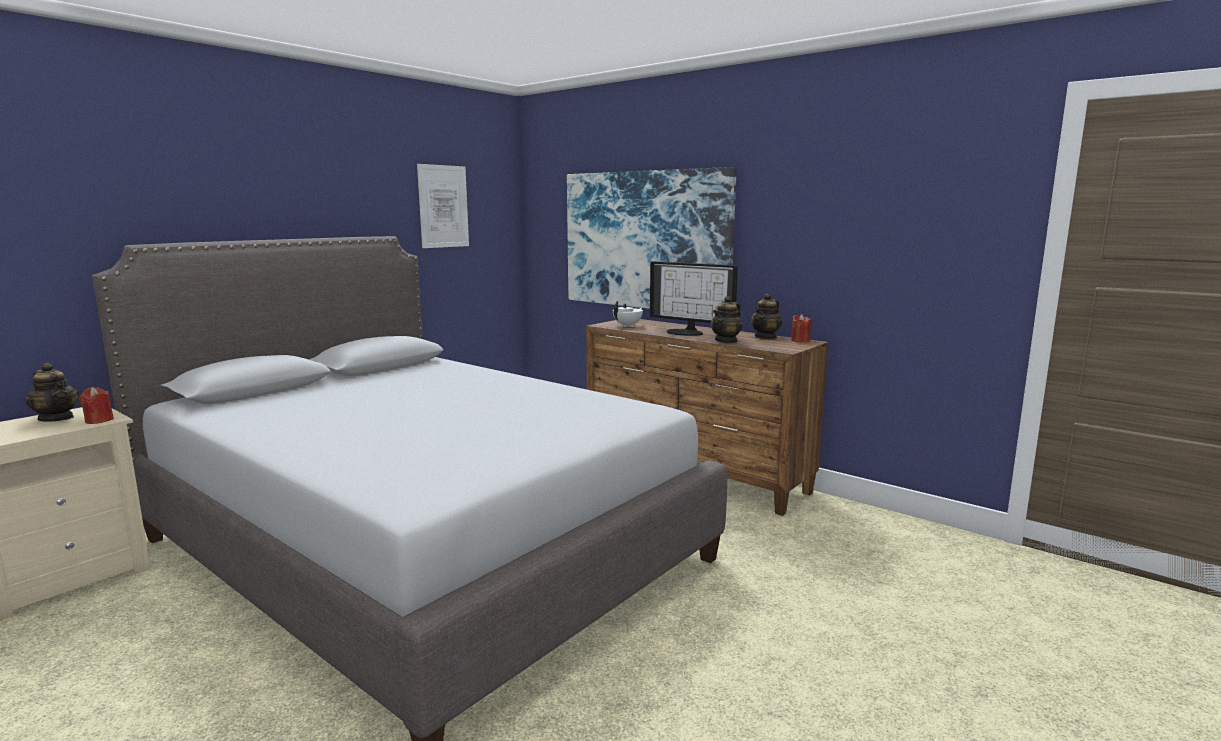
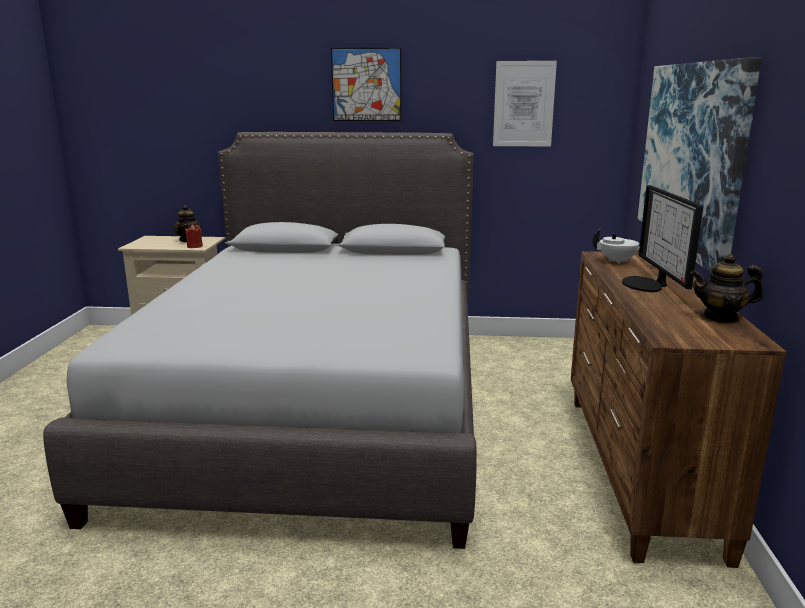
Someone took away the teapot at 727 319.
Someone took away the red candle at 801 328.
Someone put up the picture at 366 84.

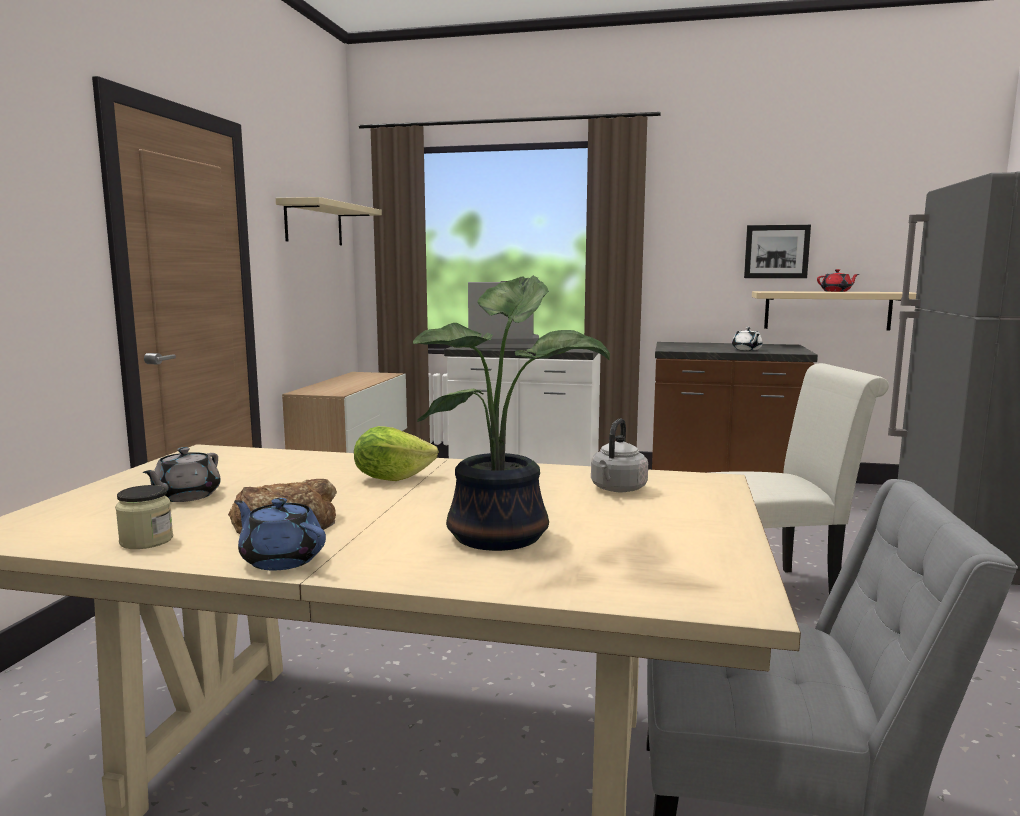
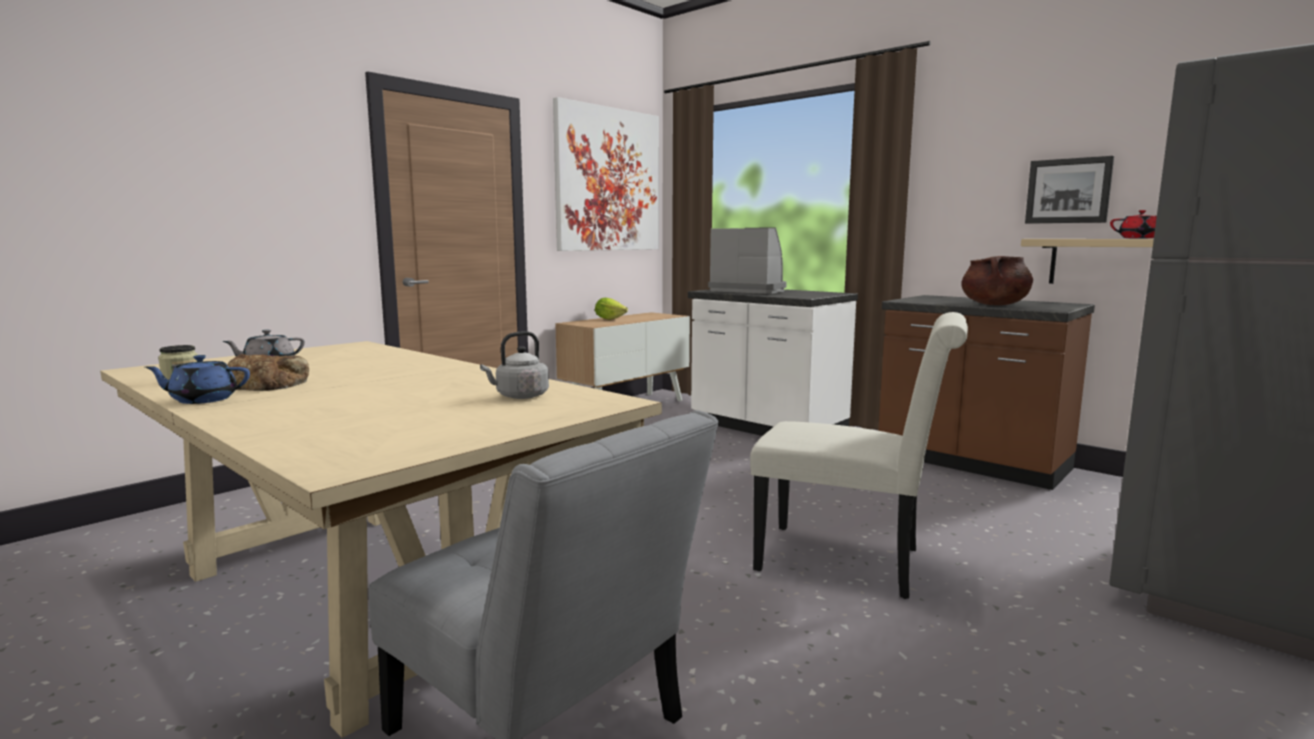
Someone swapped the beige shelf at 329 221 for the picture at 606 174.
Someone took away the potted plant at 511 413.
Someone swapped the white teapot at 747 338 for the brown cooking pot at 997 280.
Someone carried the lettuce from 396 453 to 611 309.
Someone rotated the blue teapot at 280 534 by 75 degrees counterclockwise.

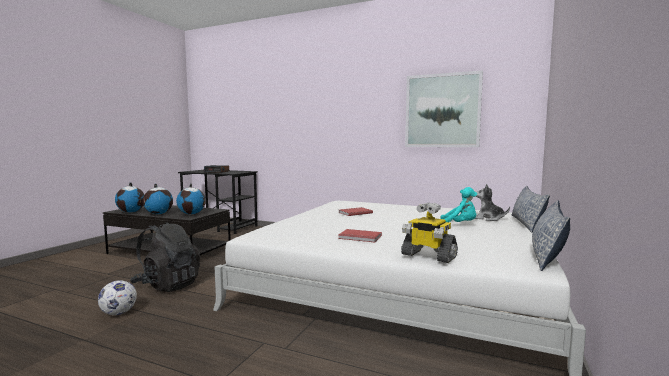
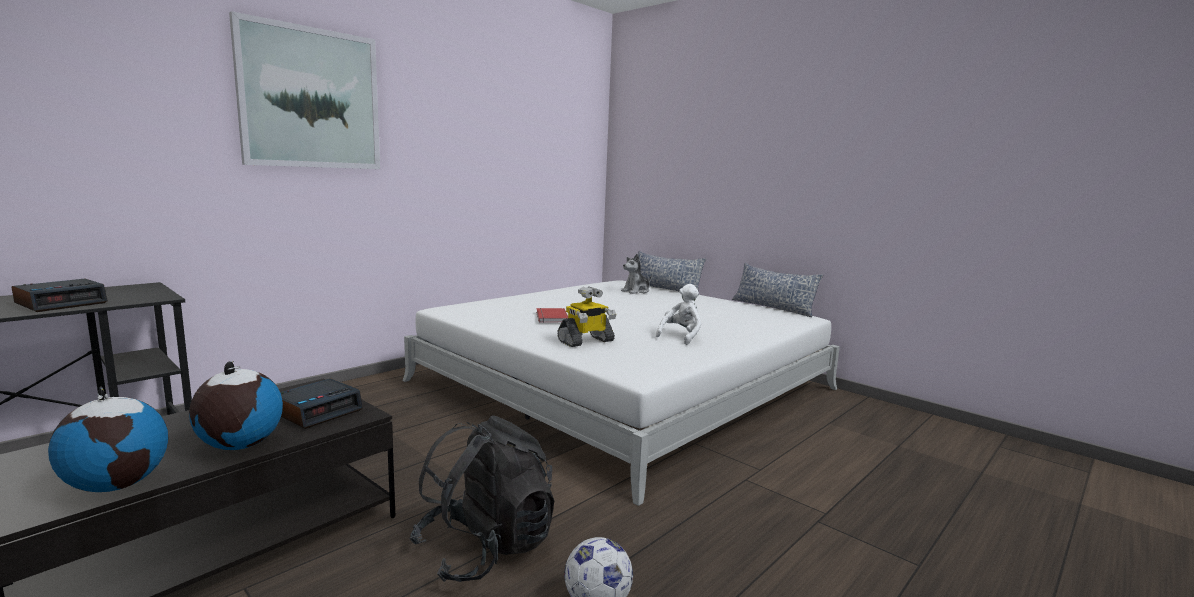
Someone carried the picture from 444 108 to 304 90.
Someone swapped the globe at 191 198 for the alarm clock at 321 403.
Someone took away the turquoise plush toy at 458 204.
Someone carried the toy robot from 429 232 to 586 316.
Someone swapped the red book at 360 235 for the white plush toy at 679 314.

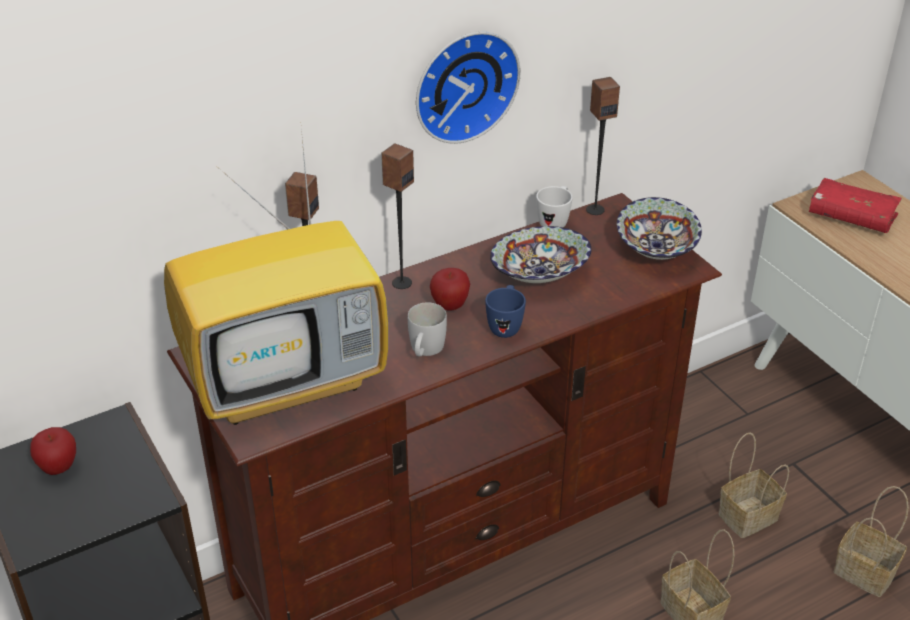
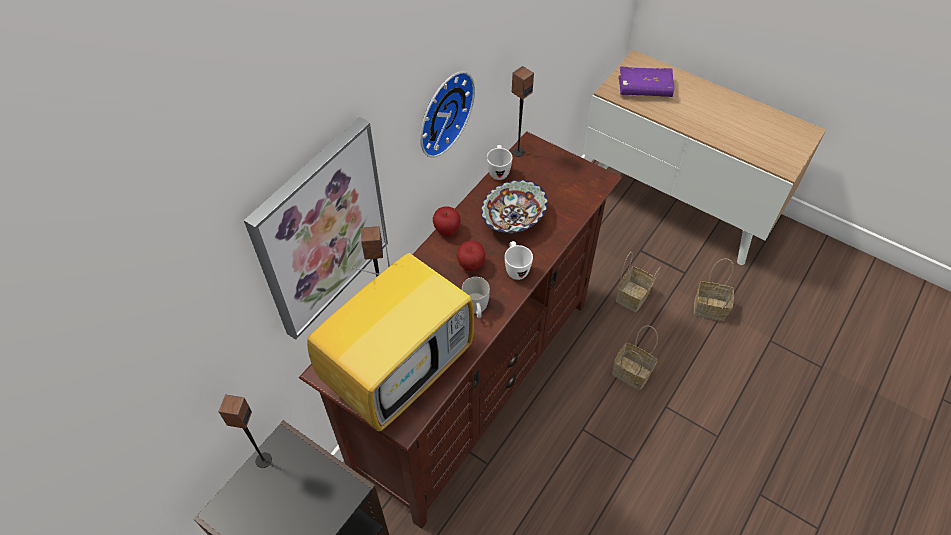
Someone carried the speaker from 397 216 to 245 431.
Someone repainted the red book at 855 205, which became the purple book at 646 81.
Someone took away the bowl at 659 228.
Someone repainted the blue mug at 505 311, which became the white mug at 518 260.
Someone carried the apple from 53 451 to 447 221.
Someone put up the picture at 316 228.

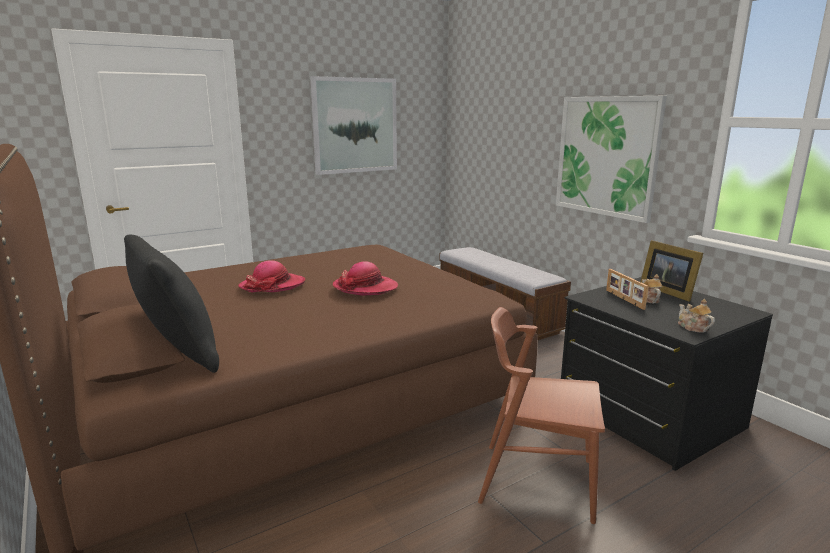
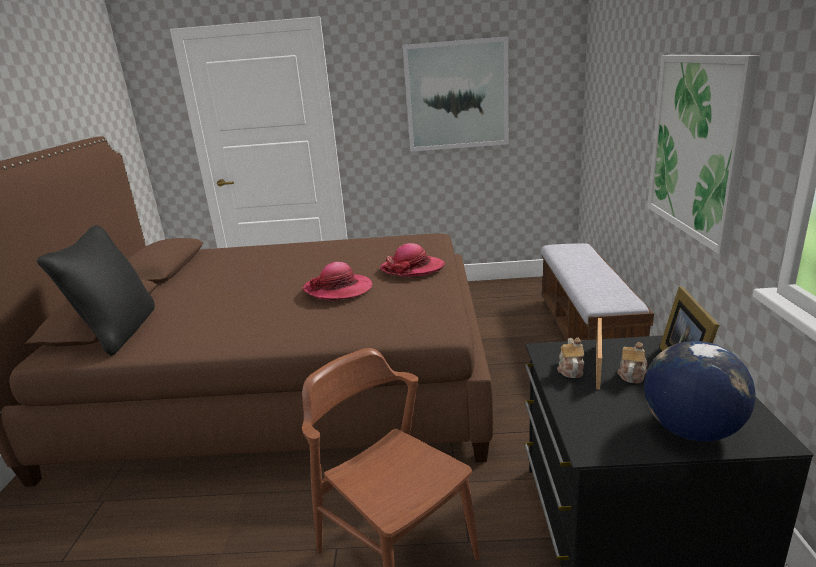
Someone carried the hat from 272 276 to 412 260.
Someone carried the teapot from 696 316 to 570 358.
Someone put down the globe at 700 391.

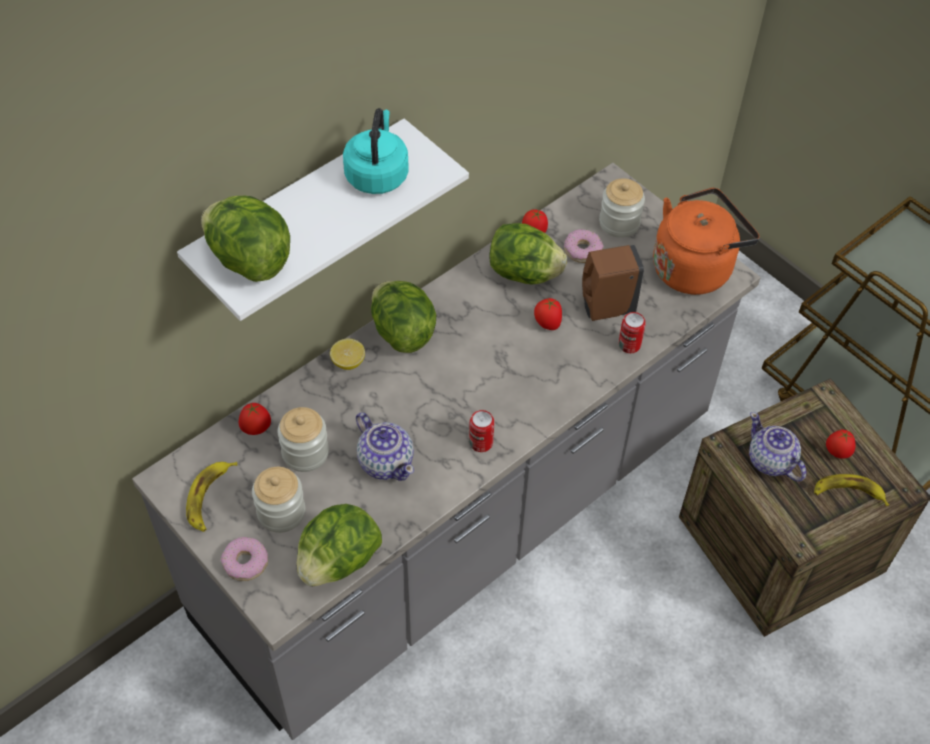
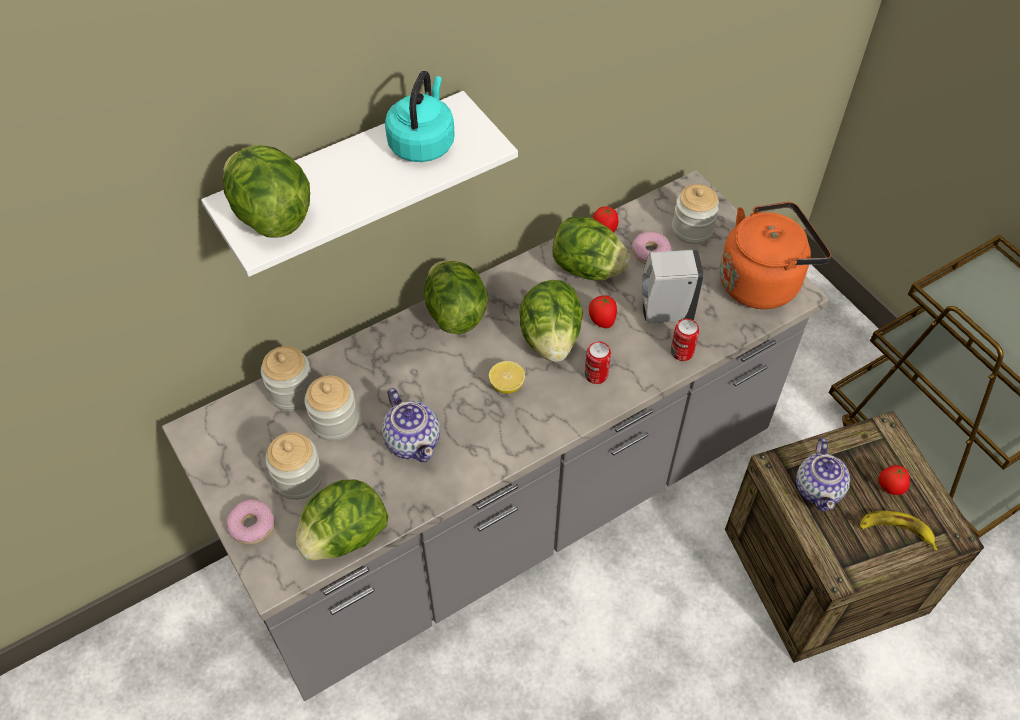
Someone repainted the brown soap dispenser at 613 283, which became the white soap dispenser at 672 287.
Someone carried the lemon from 347 354 to 507 377.
Someone swapped the tomato at 255 419 for the jar at 287 378.
Someone carried the can from 481 431 to 598 362.
Someone rotated the teapot at 778 447 by 150 degrees counterclockwise.
Someone took away the banana at 212 497.
Someone put down the lettuce at 551 321.

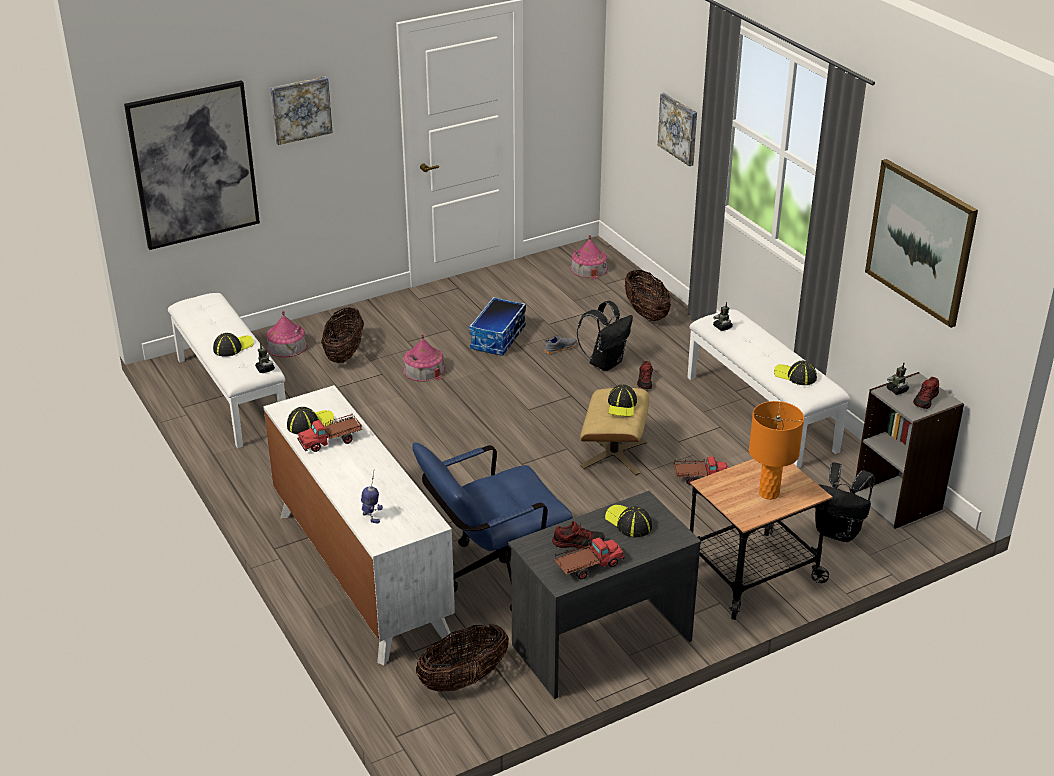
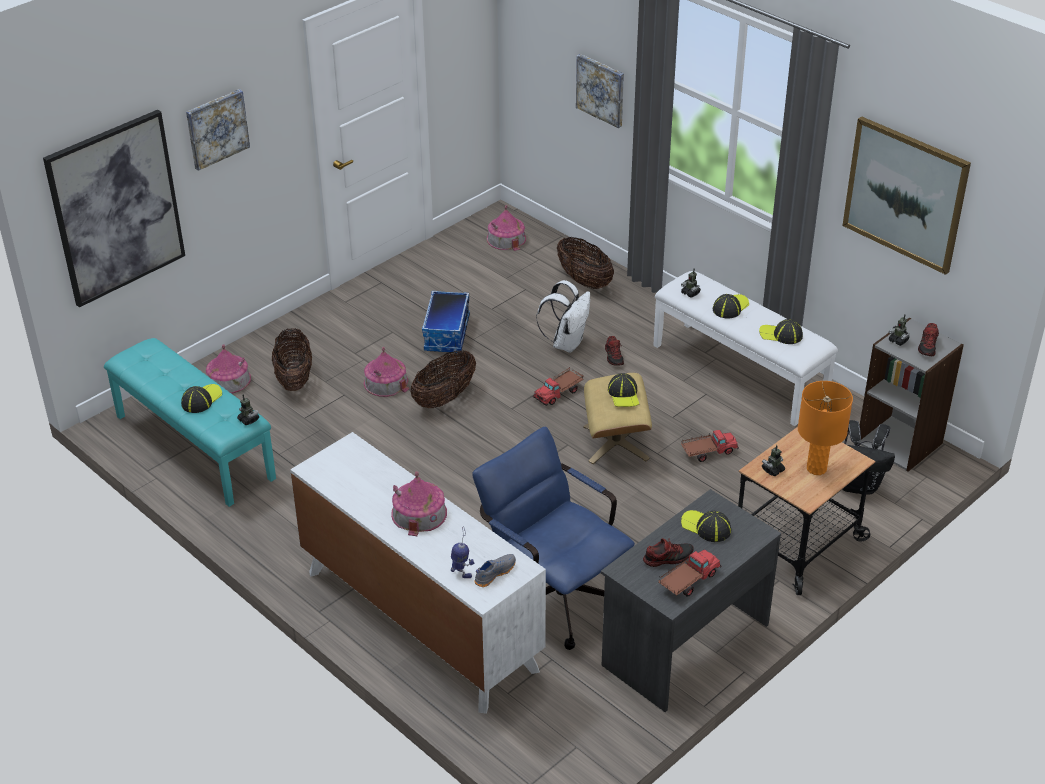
Someone repainted the white bench at 227 370, which became the turquoise bench at 190 422.
Someone repainted the black backpack at 605 336, which became the white backpack at 563 316.
Someone carried the grey shoe from 560 345 to 495 570.
Someone carried the cap from 310 420 to 731 306.
Someone carried the toy truck from 329 433 to 558 387.
Someone rotated the blue office chair at 492 526 by 90 degrees clockwise.
Someone carried the basket from 462 658 to 443 379.
Someone put down the toy robot at 773 460.
Someone put down the toy house at 419 503.

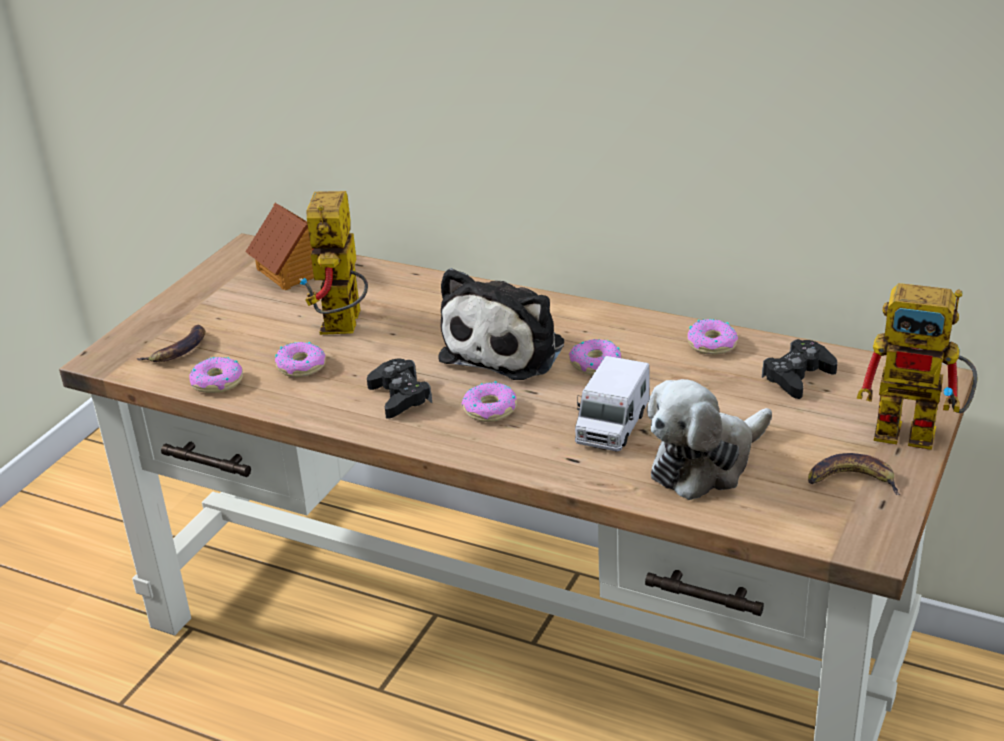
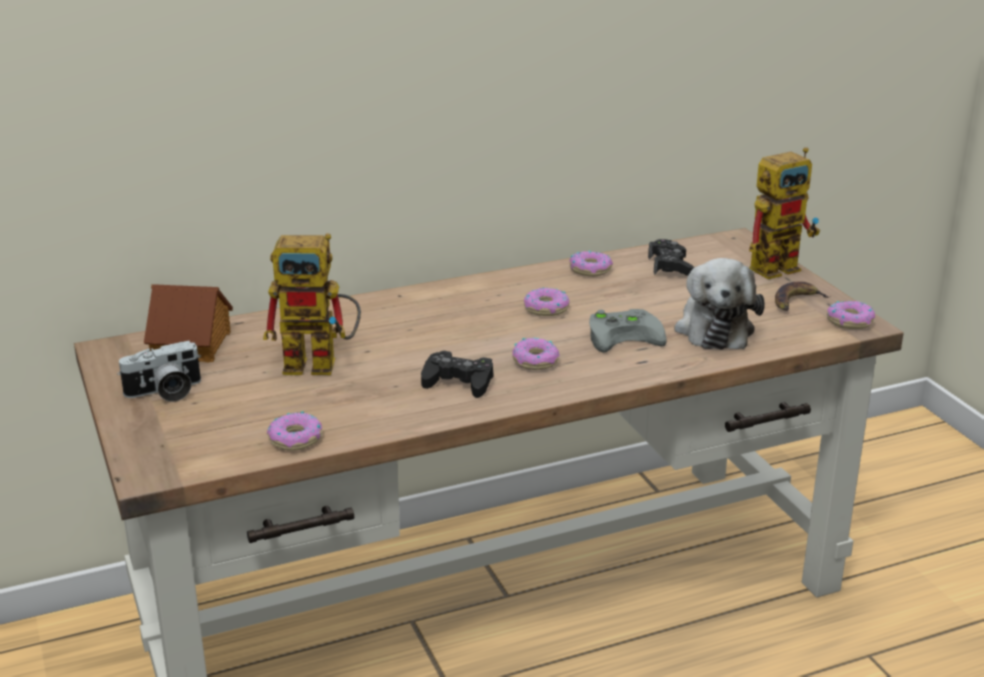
Someone rotated the toy robot at 333 263 by 45 degrees counterclockwise.
Someone took away the plush toy at 501 324.
Someone took away the banana at 171 343.
Someone carried the donut from 300 359 to 851 315.
Someone swapped the toy truck at 612 404 for the grey game controller at 628 331.
Someone put down the photo camera at 159 371.

